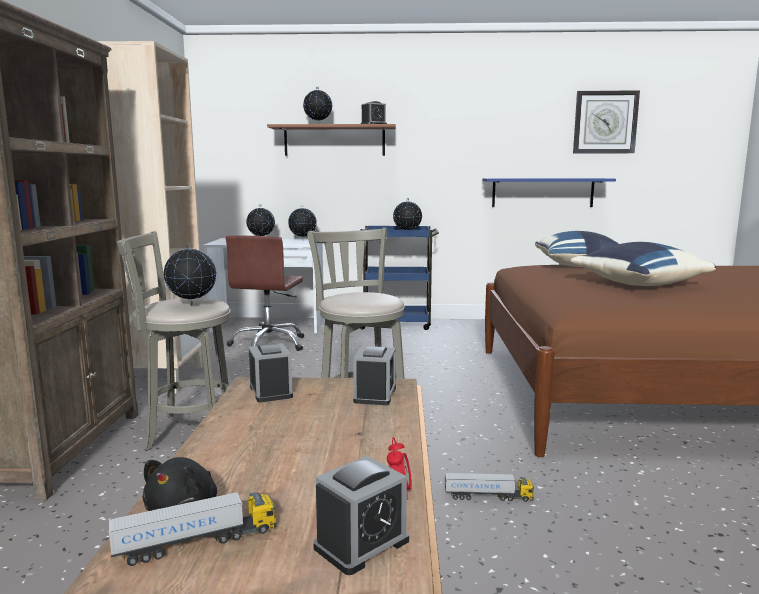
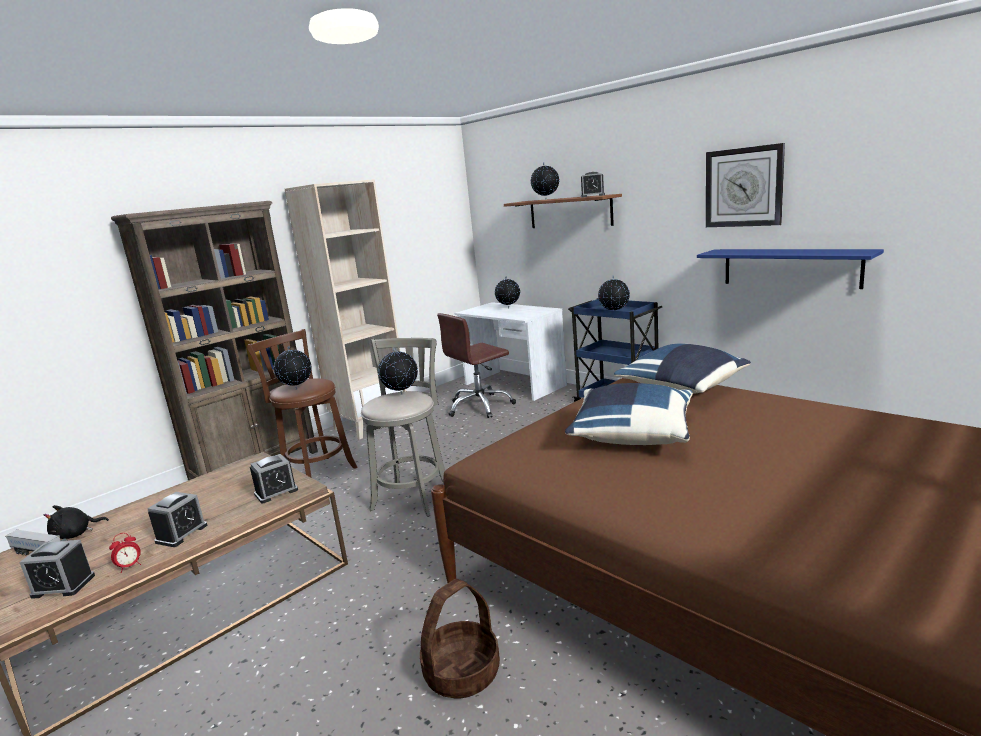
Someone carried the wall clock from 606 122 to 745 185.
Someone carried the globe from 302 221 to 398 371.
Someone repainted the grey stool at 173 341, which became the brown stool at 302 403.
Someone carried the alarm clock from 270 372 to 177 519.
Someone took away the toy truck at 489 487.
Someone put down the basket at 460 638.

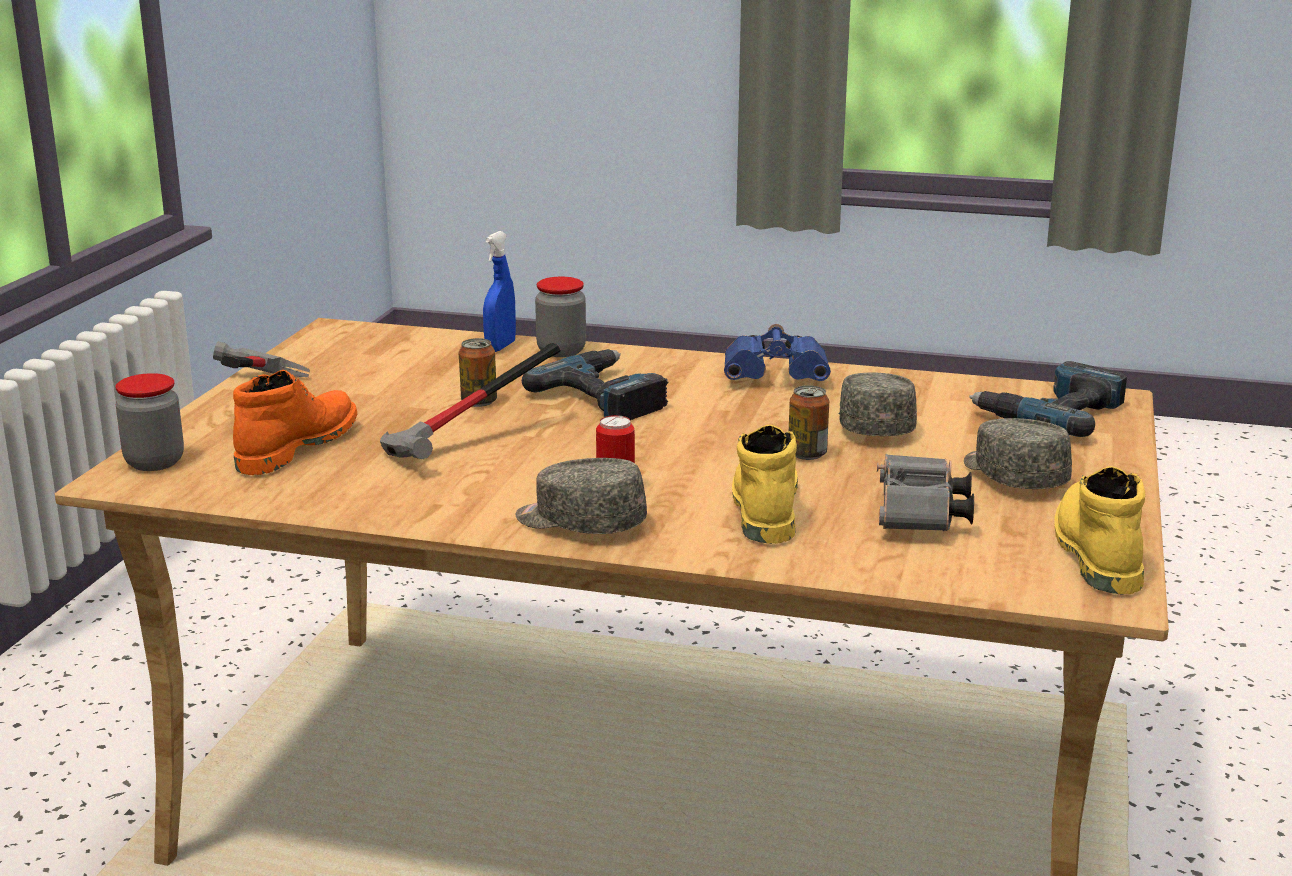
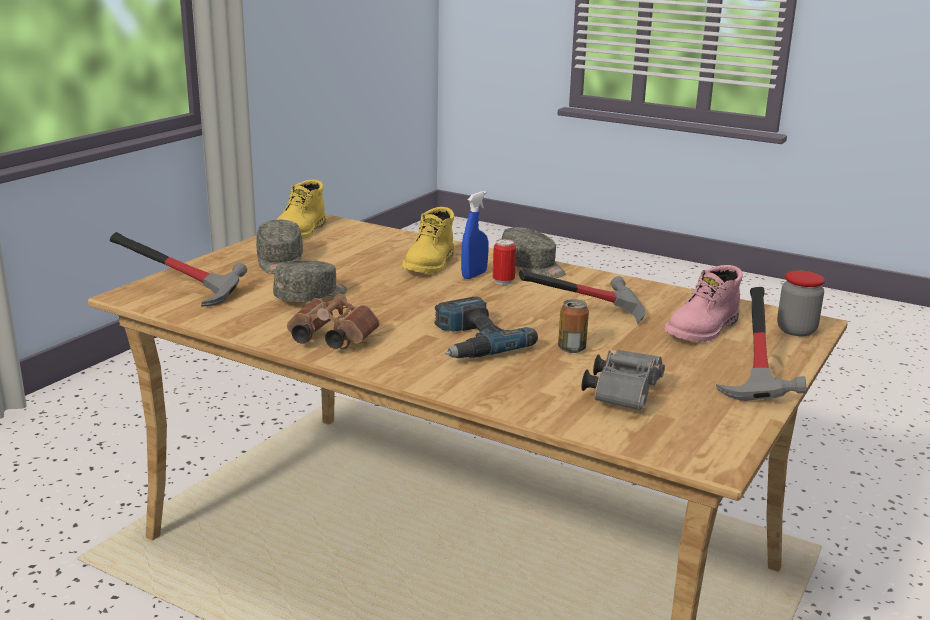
Someone carried the blue spray bottle from 499 291 to 474 235.
Someone took away the jar at 560 317.
Someone repainted the blue binoculars at 777 352, which became the brown binoculars at 333 321.
Someone swapped the power drill at 1048 399 for the hammer at 178 269.
Someone repainted the orange boot at 295 422, which became the pink boot at 703 303.
Someone rotated the grey cap at 877 404 by 150 degrees counterclockwise.
Someone took away the can at 809 422.
Someone carried the grey binoculars from 925 492 to 623 380.

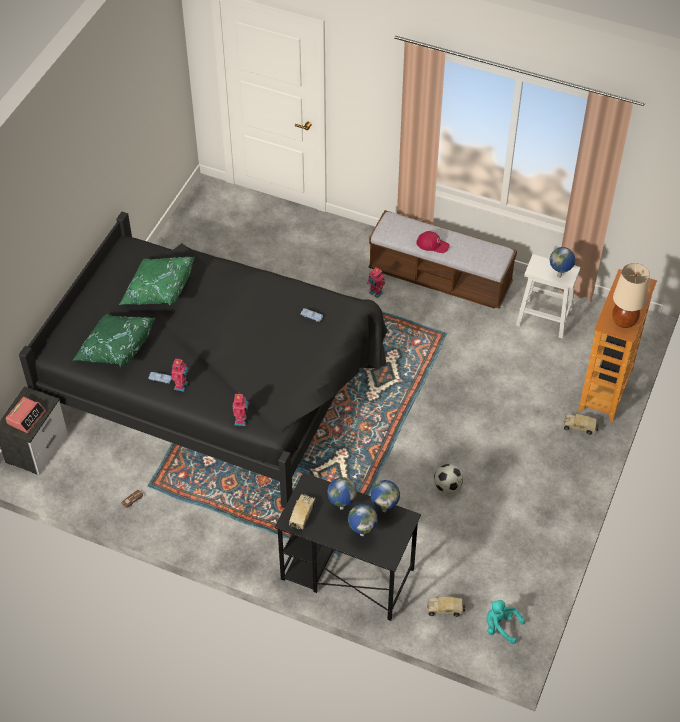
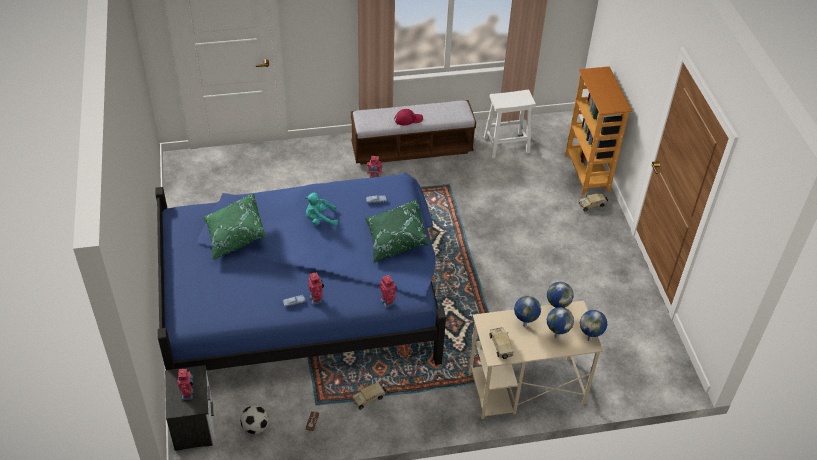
Someone repainted the black bed at 203 360, which became the blue bed at 300 271.
Someone carried the globe from 562 262 to 593 325.
Someone took away the beige table lamp at 631 295.
Someone carried the green pillow from 113 340 to 397 231.
Someone swapped the alarm clock at 26 415 for the toy robot at 185 384.
Someone carried the football from 448 479 to 255 419.
Someone repainted the black desk at 347 546, which became the beige desk at 536 360.
Someone carried the toy truck from 446 606 to 369 396.
Someone carried the turquoise plush toy from 506 622 to 321 209.

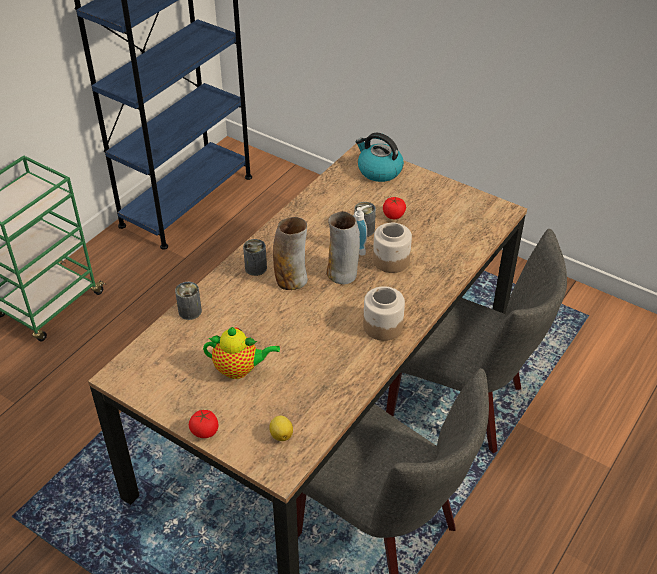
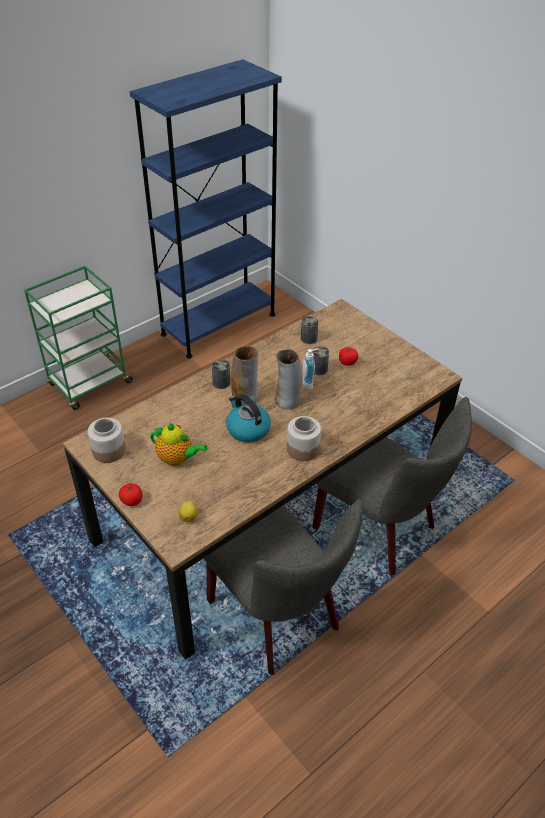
Someone carried the kettle from 380 157 to 248 419.
Someone carried the jar from 392 248 to 107 440.
Someone carried the can from 188 301 to 309 330.

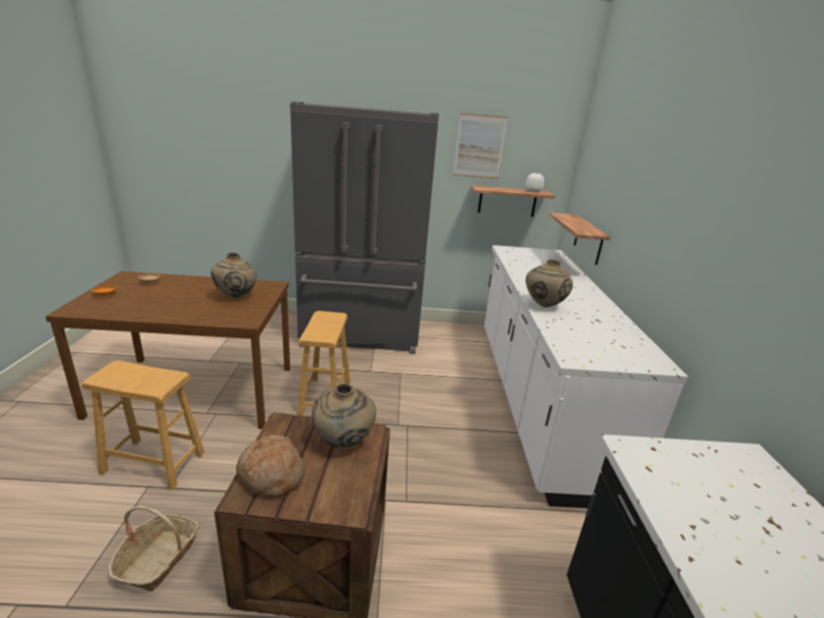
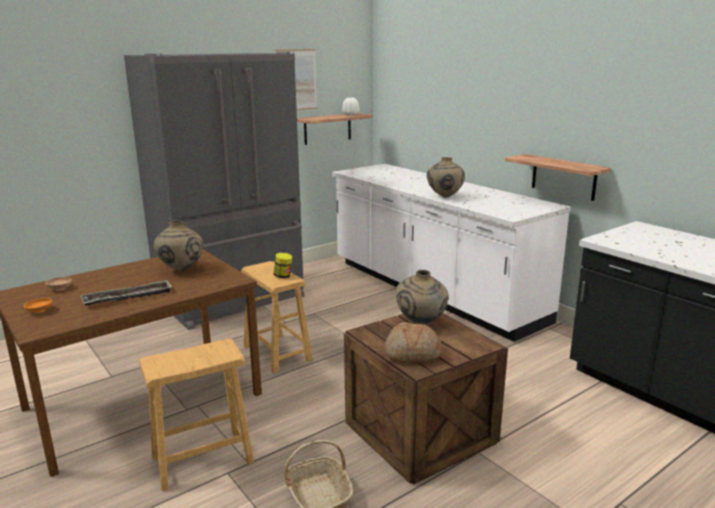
Someone carried the shelf from 580 239 to 558 177.
Someone put down the jar at 282 265.
Someone put down the tray at 126 292.

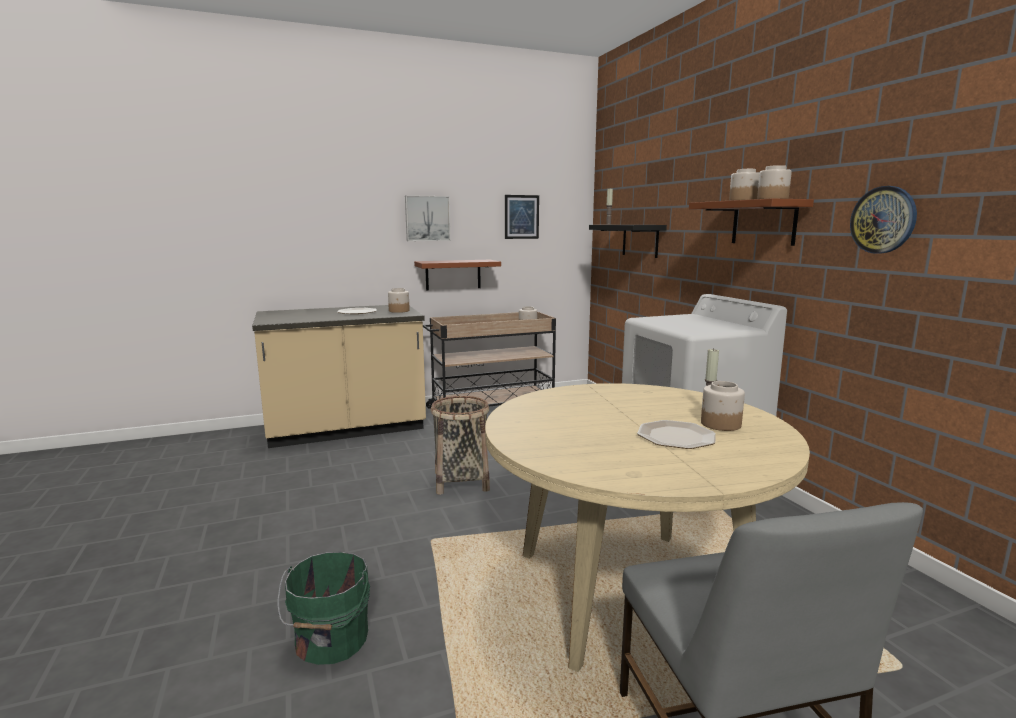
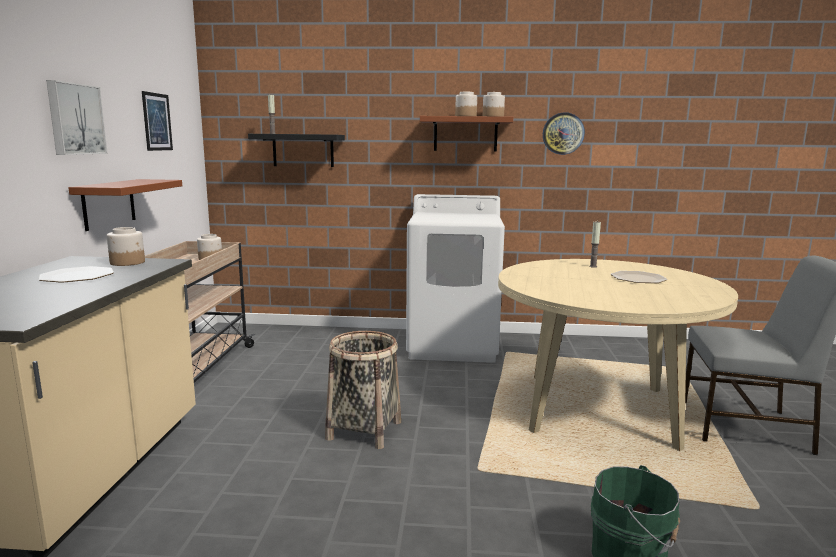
Someone took away the jar at 723 406.

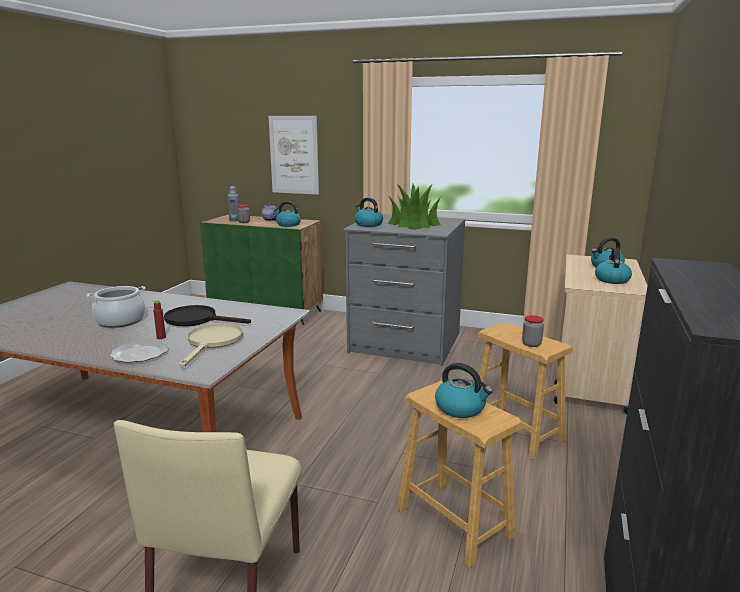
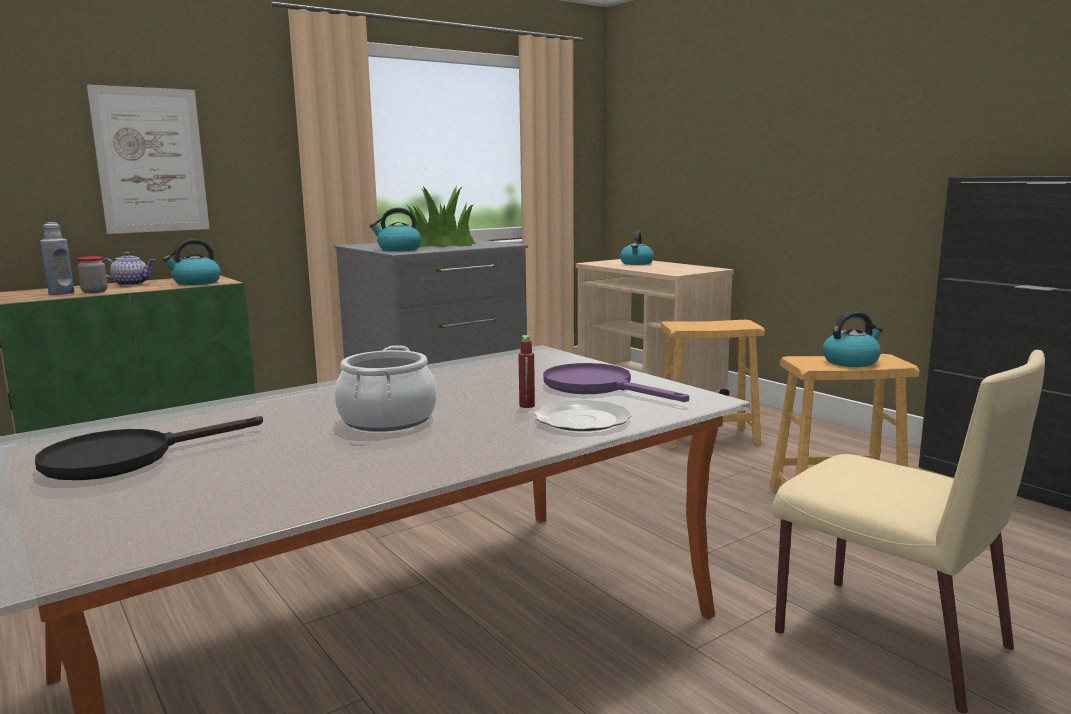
Someone took away the kettle at 613 266.
Someone carried the black frying pan from 207 315 to 149 448.
Someone took away the jar at 533 331.
Someone repainted the beige frying pan at 211 345, which became the purple frying pan at 616 382.

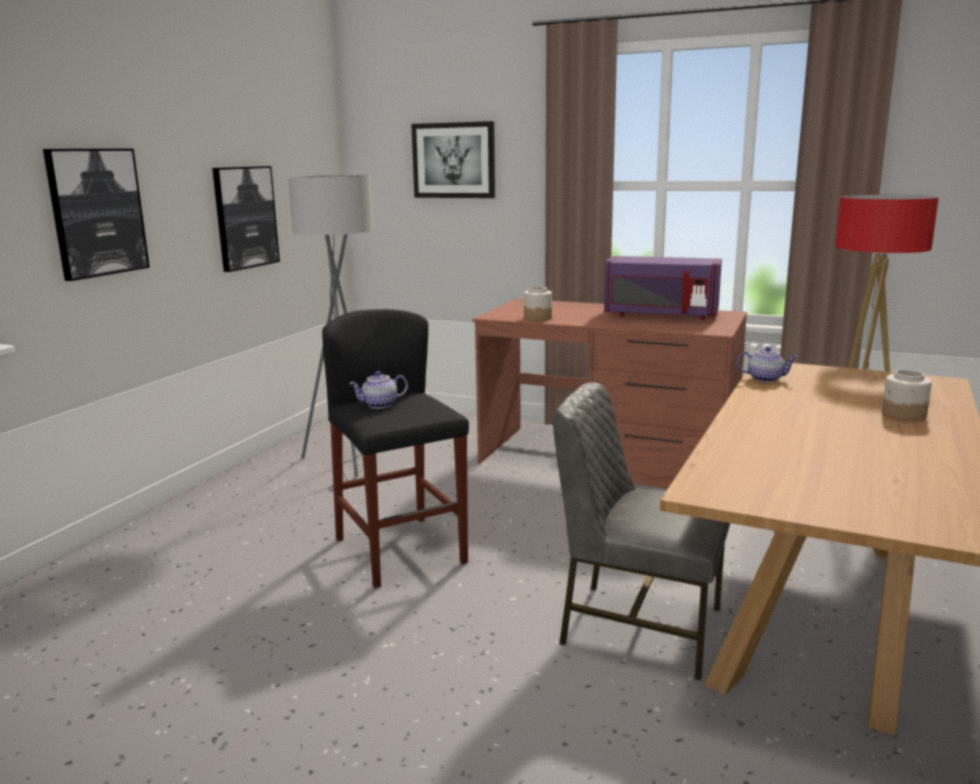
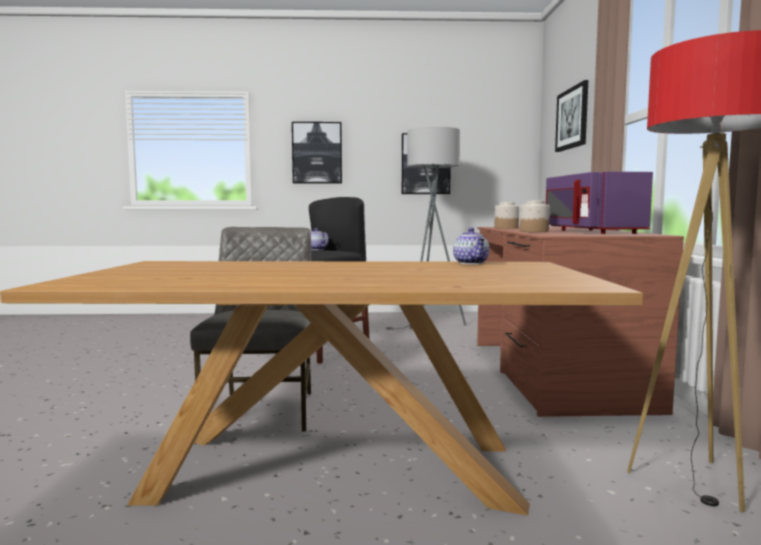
Someone carried the jar from 907 396 to 535 216.

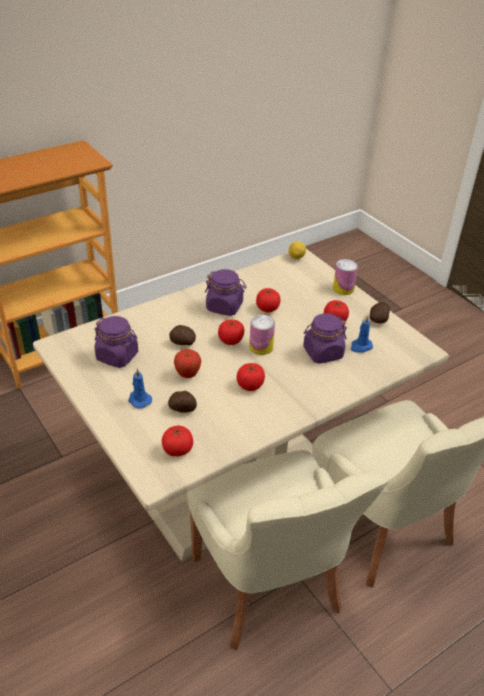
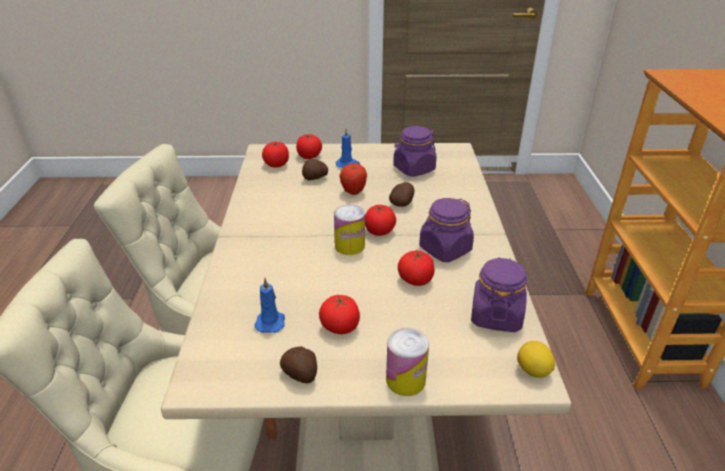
Someone carried the purple jar from 325 338 to 499 294.
Someone carried the tomato from 251 377 to 309 146.

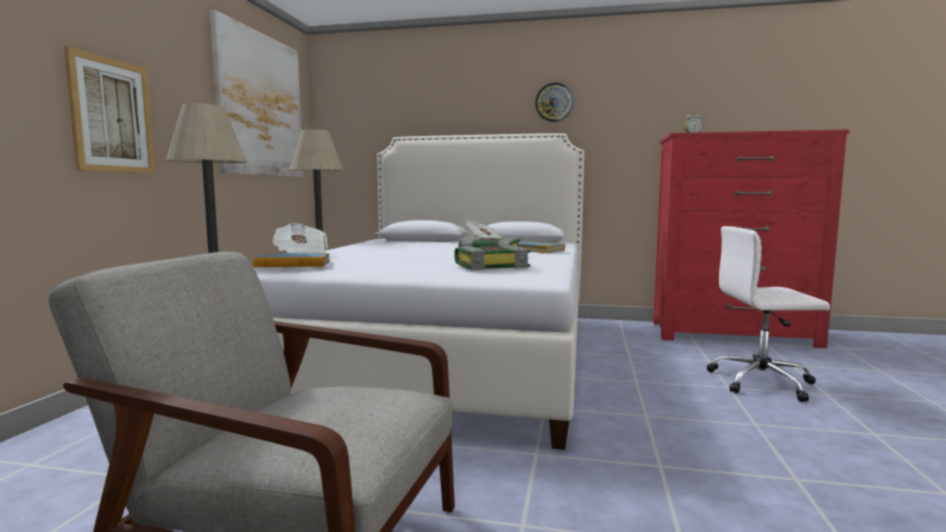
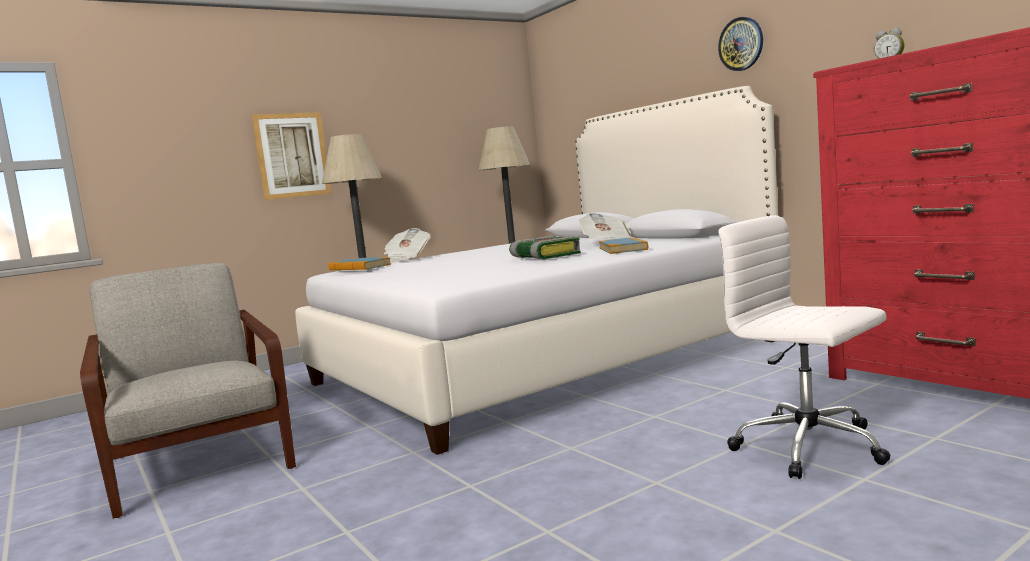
Someone took away the picture at 256 93.
Someone took away the book at 492 257.

